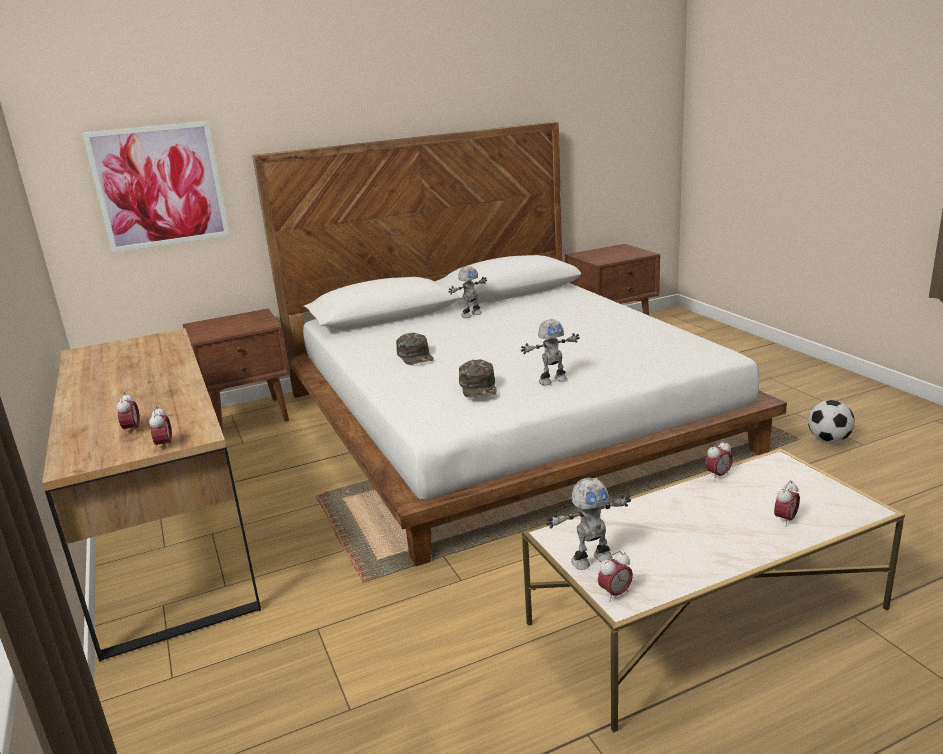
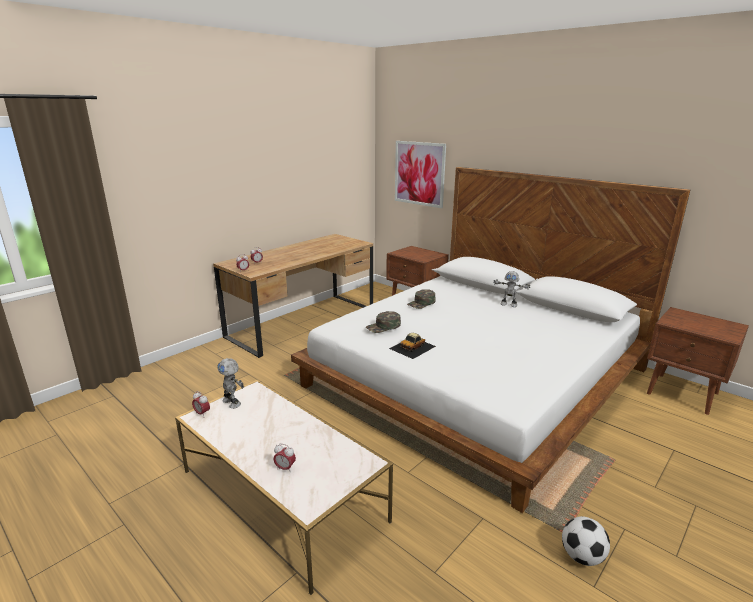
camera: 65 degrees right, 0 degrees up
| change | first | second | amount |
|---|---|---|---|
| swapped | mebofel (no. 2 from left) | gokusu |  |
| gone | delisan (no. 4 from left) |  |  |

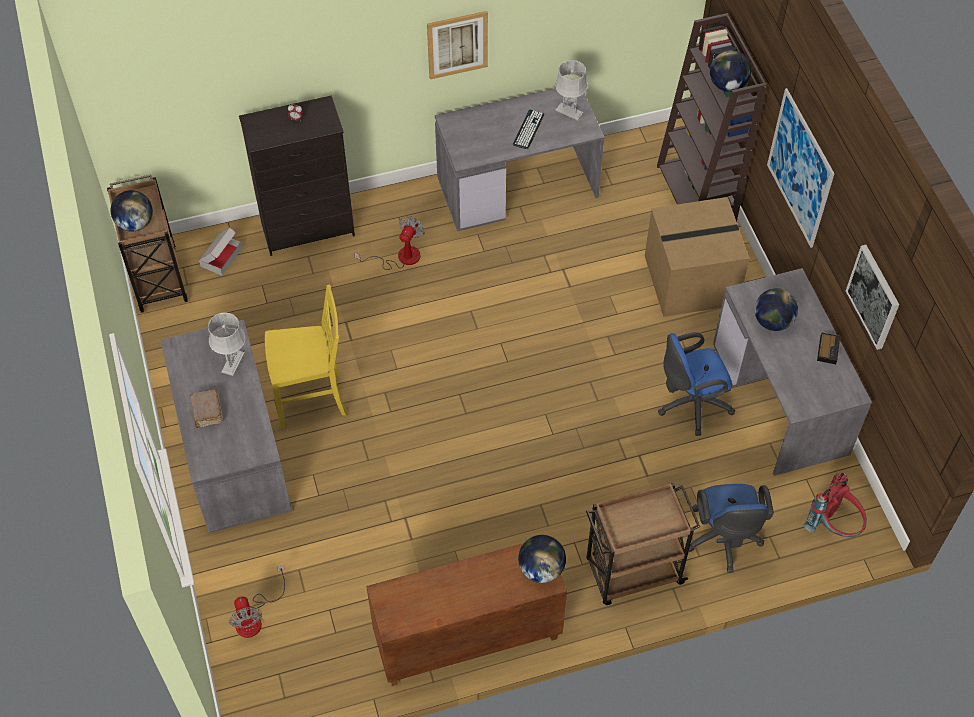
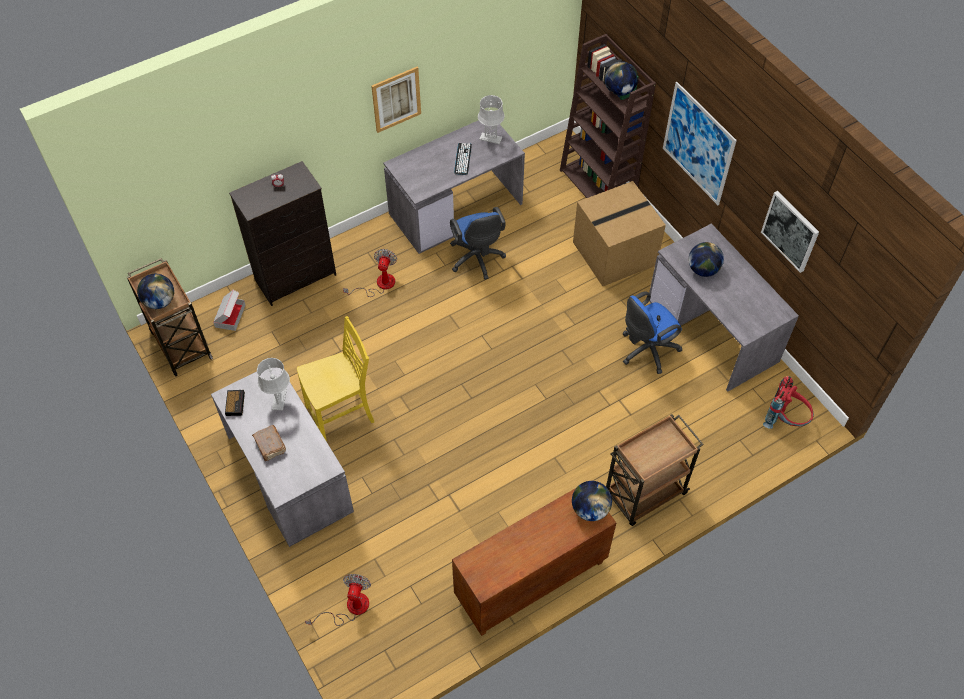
camera: 15 degrees left, 0 degrees up
| change | first | second | amount |
|---|---|---|---|
| rotated | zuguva (no. 1 from left) |  | 135 degrees counterclockwise |
| shifted | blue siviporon (no. 2 from left in the first image) | blue siviporon (no. 1 from left) |  |
| shifted | delisan (no. 2 from left in the first image) | delisan (no. 1 from left) |  |

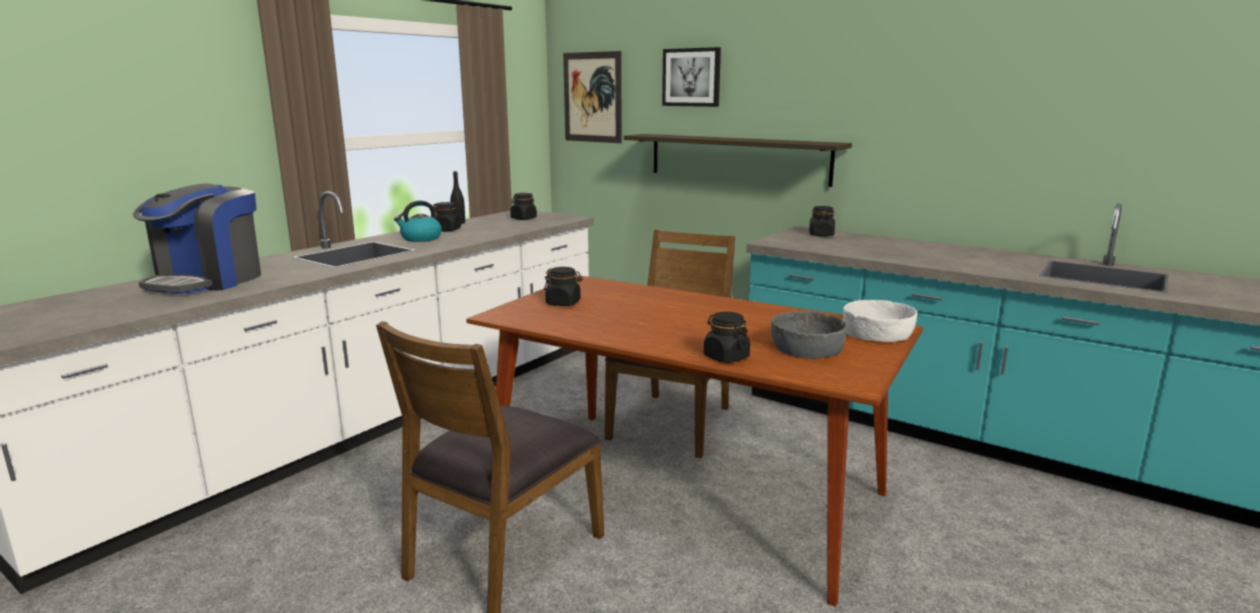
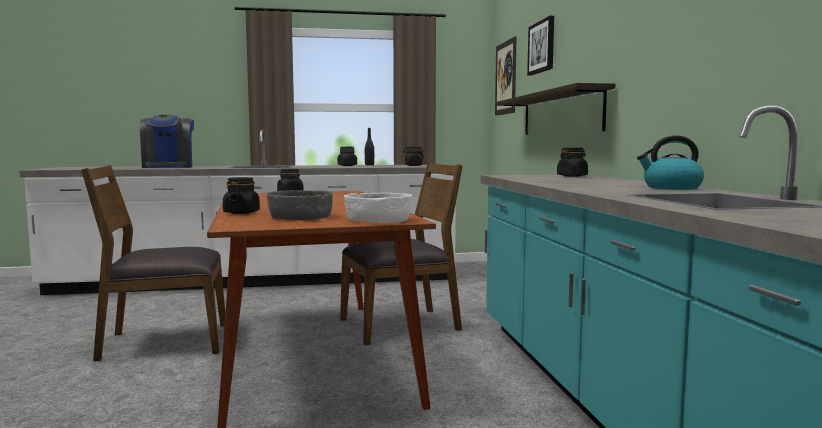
camera: 45 degrees right, 10 degrees down
| change | first | second | amount |
|---|---|---|---|
| rotated | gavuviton |  | 75 degrees counterclockwise |
| shifted | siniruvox |  |  |

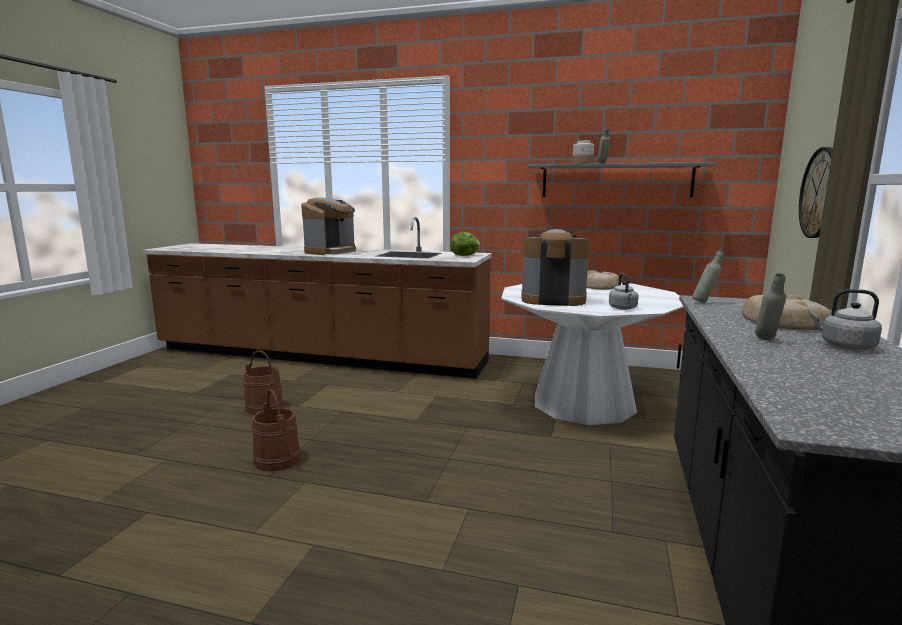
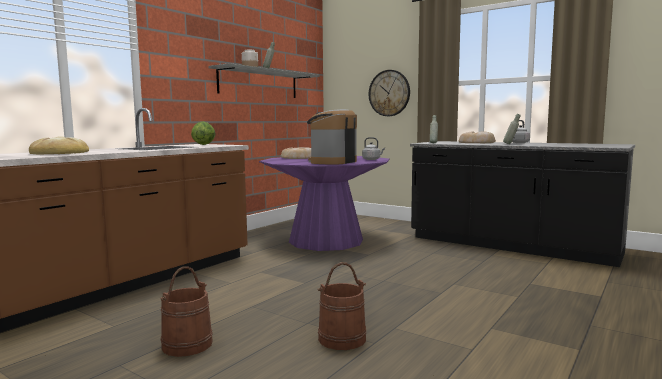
camera: 70 degrees left, 5 degrees down
| change | first | second | amount |
|---|---|---|---|
| swapped | gavuviton (no. 1 from left) | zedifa (no. 1 from left) |  |
| repainted | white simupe | purple simupe |  |

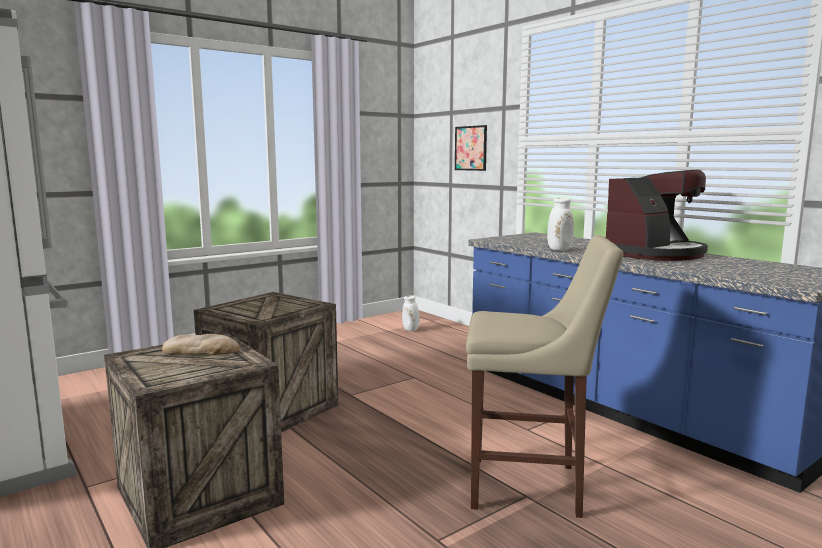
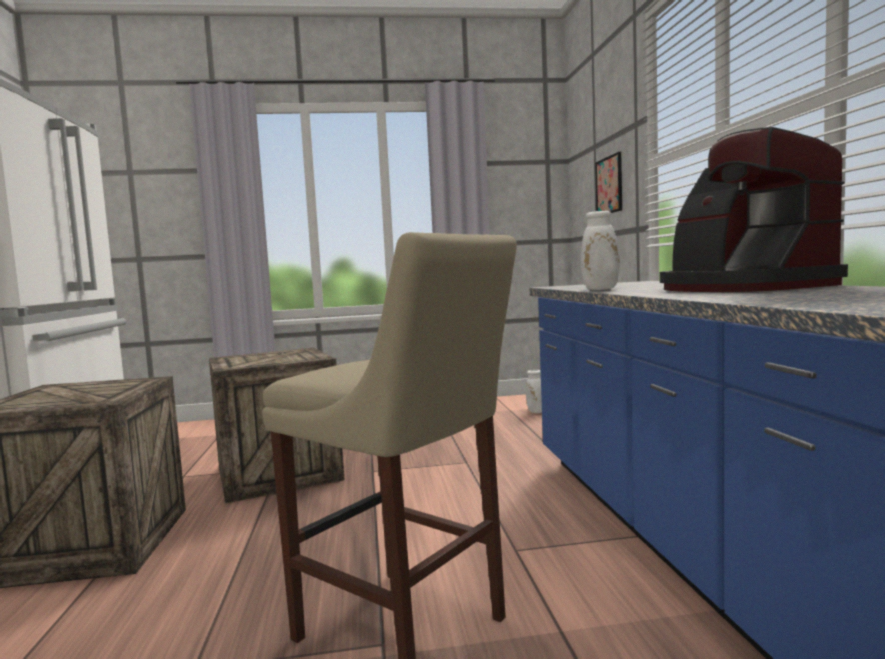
camera: 30 degrees right, 5 degrees down
| change | first | second | amount |
|---|---|---|---|
| gone | zedifa |  |  |
| rotated | gavuviton |  | 75 degrees clockwise |

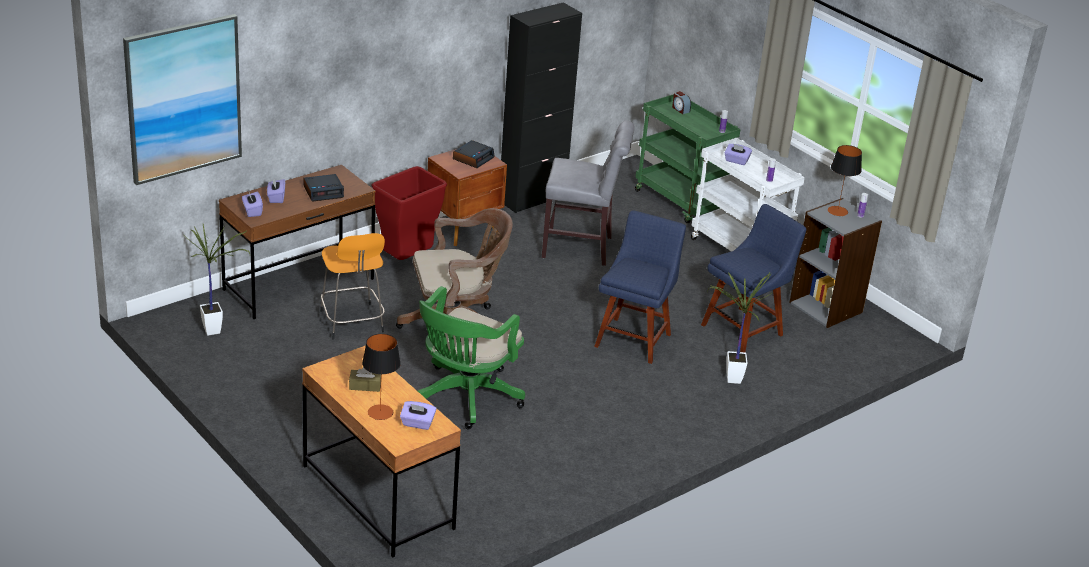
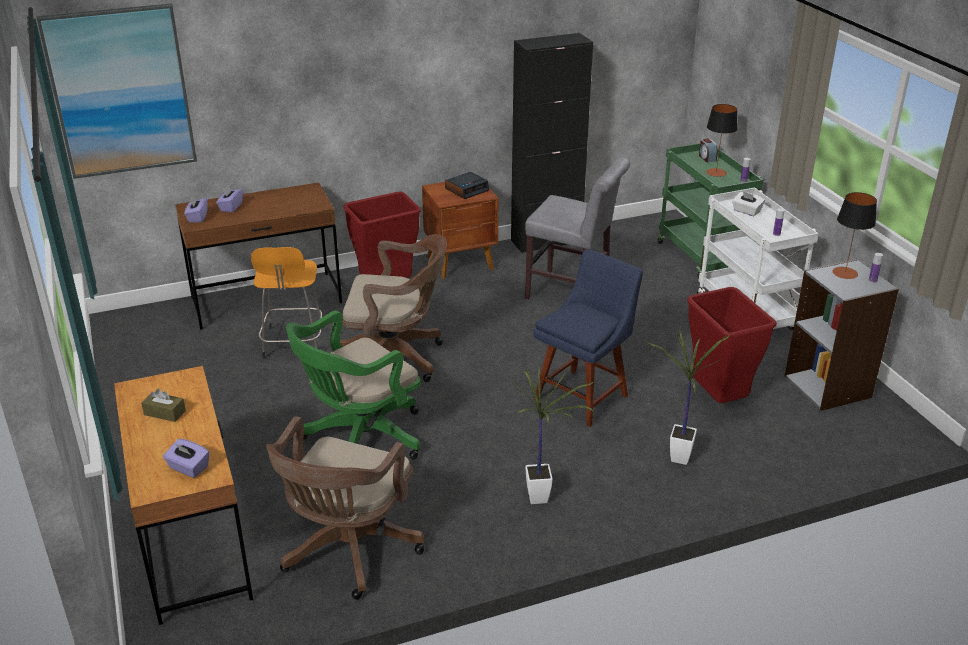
camera: 20 degrees right, 0 degrees up
| change | first | second | amount |
|---|---|---|---|
| shifted | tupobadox (no. 1 from left) |  |  |
| gone | delisan (no. 1 from left) |  |  |
| shifted | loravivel (no. 1 from left) |  |  |
| swapped | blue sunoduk (no. 2 from left) | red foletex (no. 2 from left) |  |
| repainted | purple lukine (no. 4 from left) | white lukine |  |
| new |  | brown siviporon (no. 1 from left) |  |

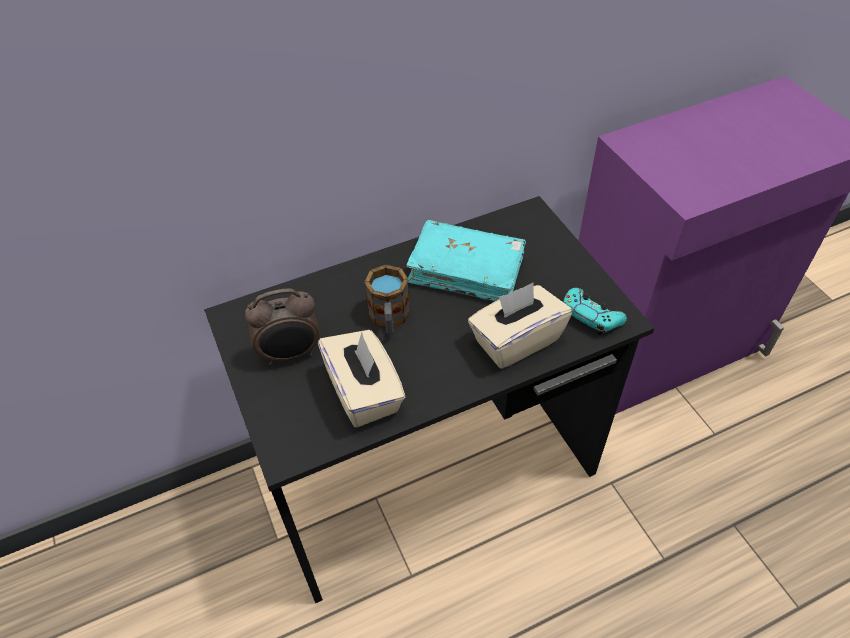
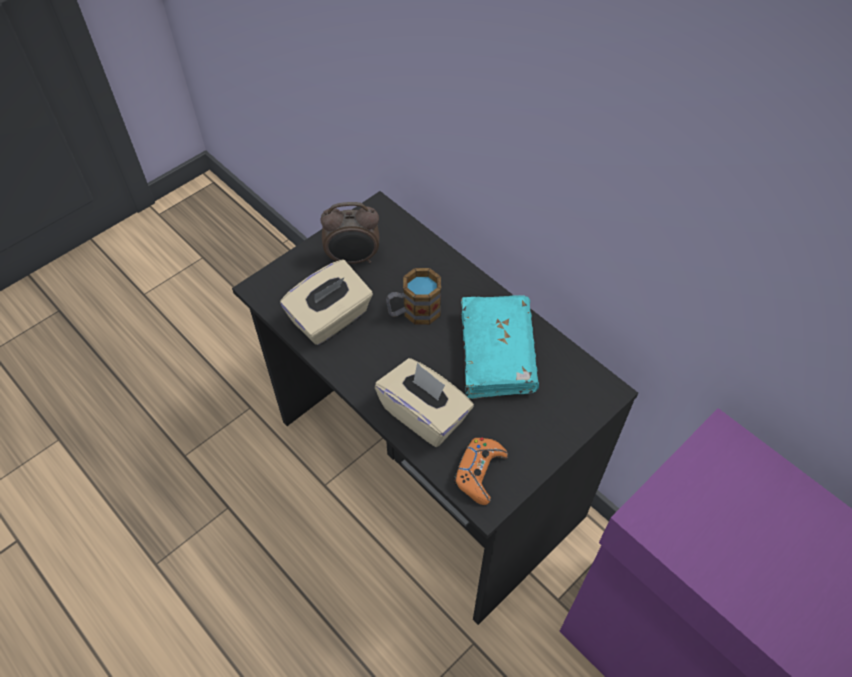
camera: 70 degrees right, 5 degrees up
| change | first | second | amount |
|---|---|---|---|
| rotated | delisan |  | 60 degrees counterclockwise |
| repainted | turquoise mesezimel | orange mesezimel |  |

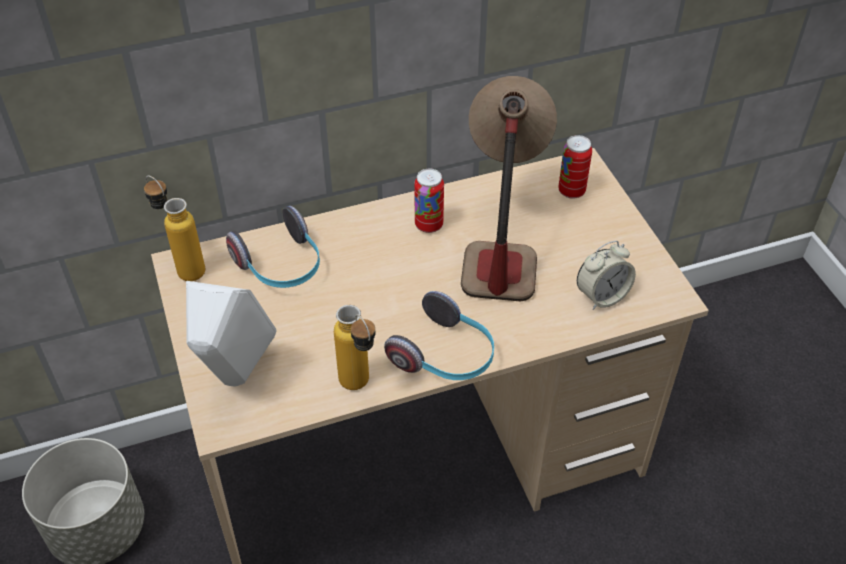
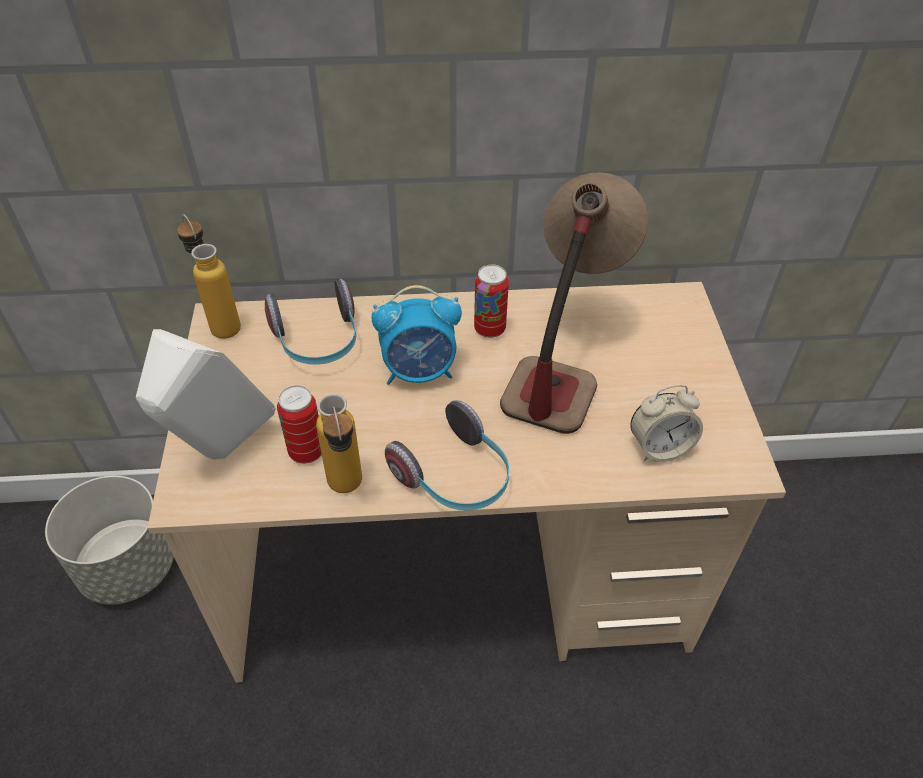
camera: 15 degrees right, 0 degrees up
| change | first | second | amount |
|---|---|---|---|
| shifted | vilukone (no. 2 from left in the first image) | vilukone (no. 1 from left) |  |
| new |  | delisan (no. 1 from left) |  |

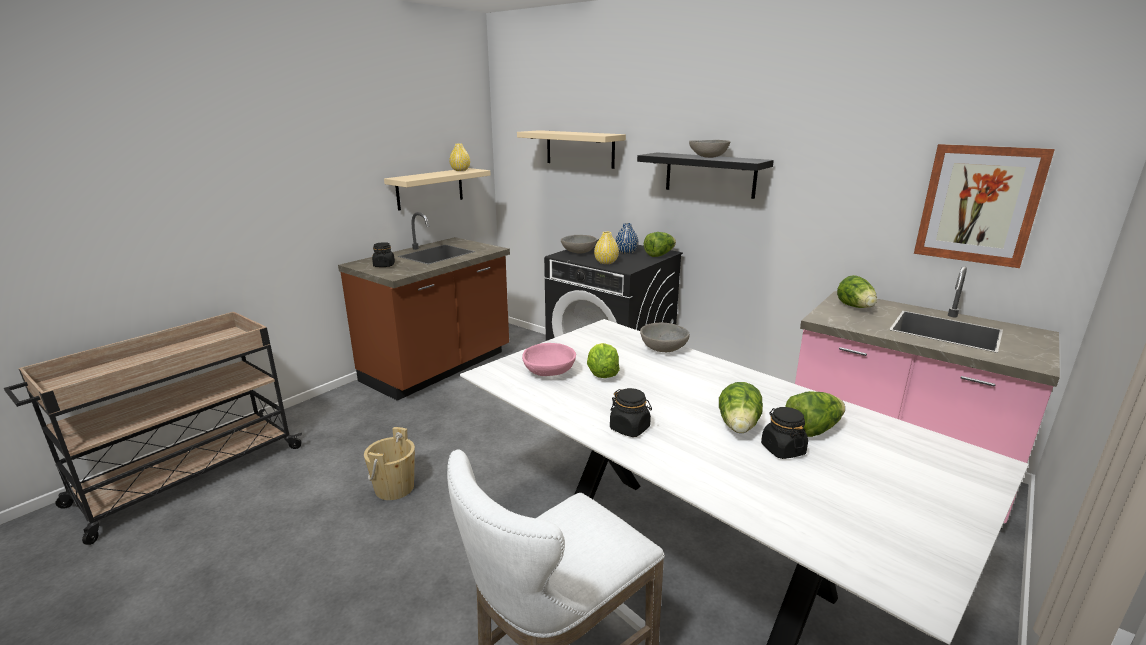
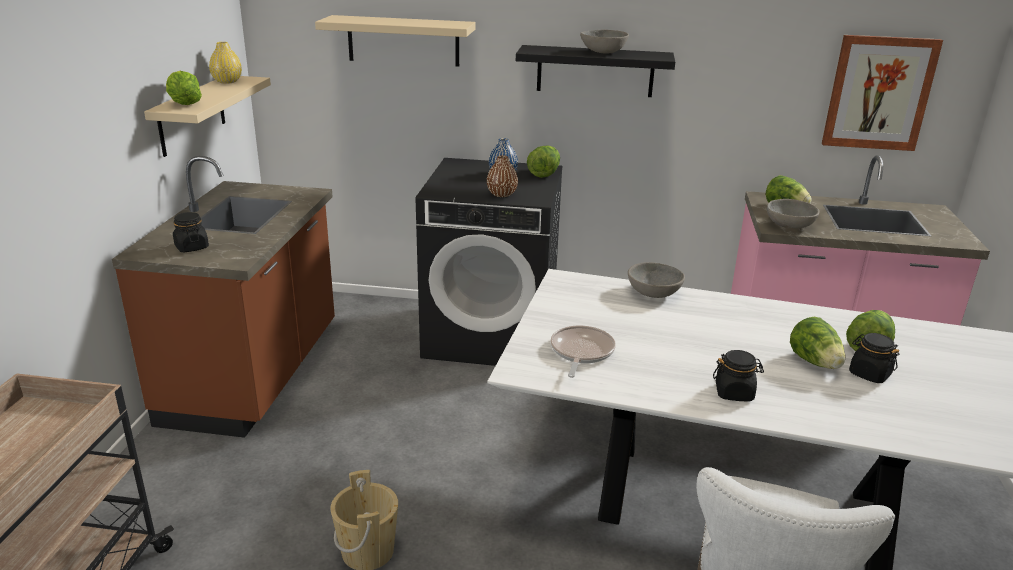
camera: 30 degrees left, 5 degrees up
| change | first | second | amount |
|---|---|---|---|
| swapped | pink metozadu | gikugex |  |
| shifted | grey metozadu (no. 1 from left in the first image) | grey metozadu (no. 3 from left) |  |
| shifted | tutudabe (no. 1 from left) |  |  |
| repainted | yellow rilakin (no. 2 from left) | brown rilakin |  |

